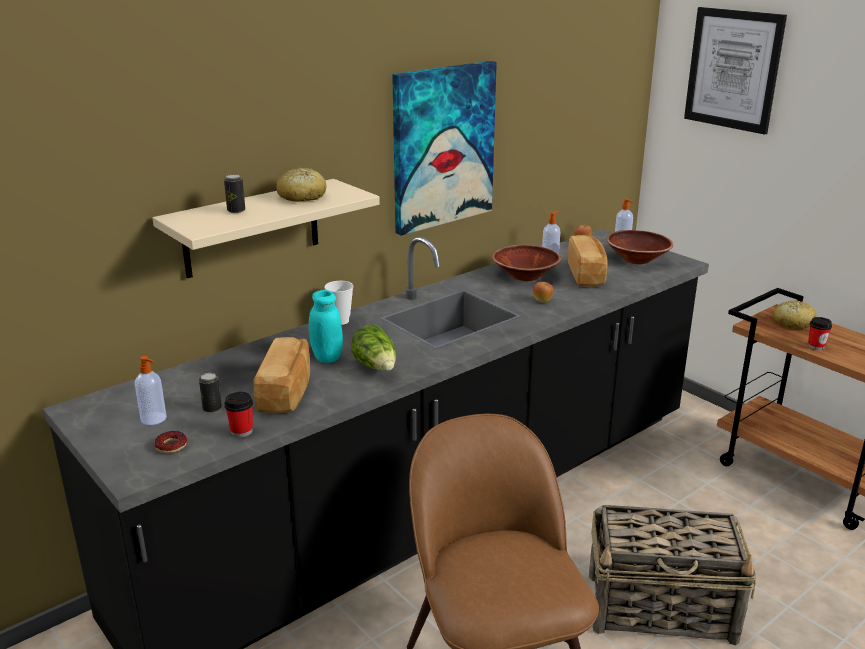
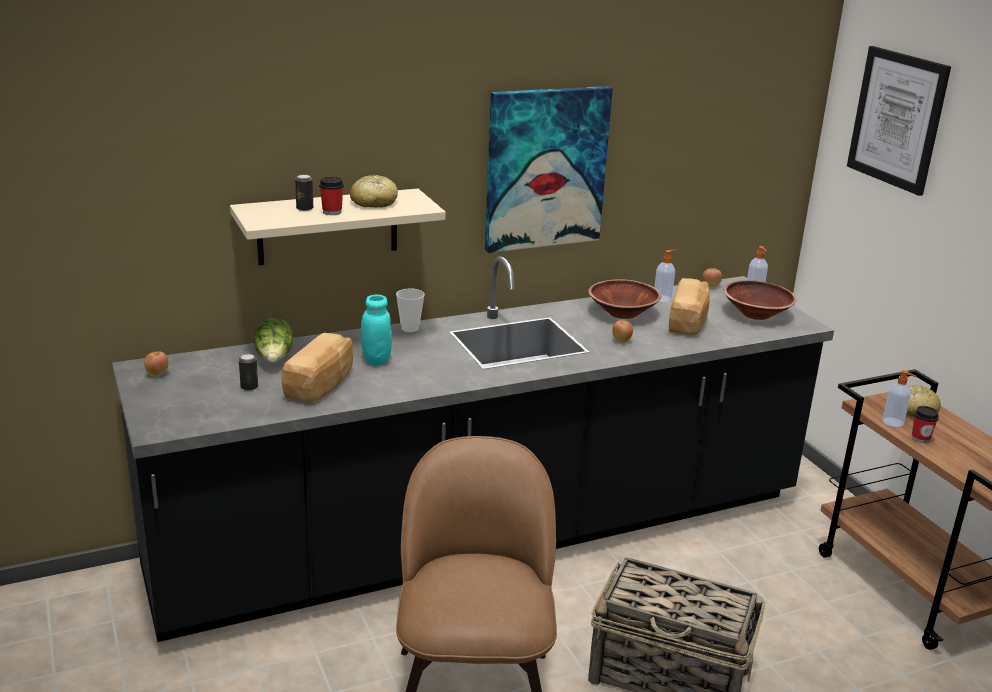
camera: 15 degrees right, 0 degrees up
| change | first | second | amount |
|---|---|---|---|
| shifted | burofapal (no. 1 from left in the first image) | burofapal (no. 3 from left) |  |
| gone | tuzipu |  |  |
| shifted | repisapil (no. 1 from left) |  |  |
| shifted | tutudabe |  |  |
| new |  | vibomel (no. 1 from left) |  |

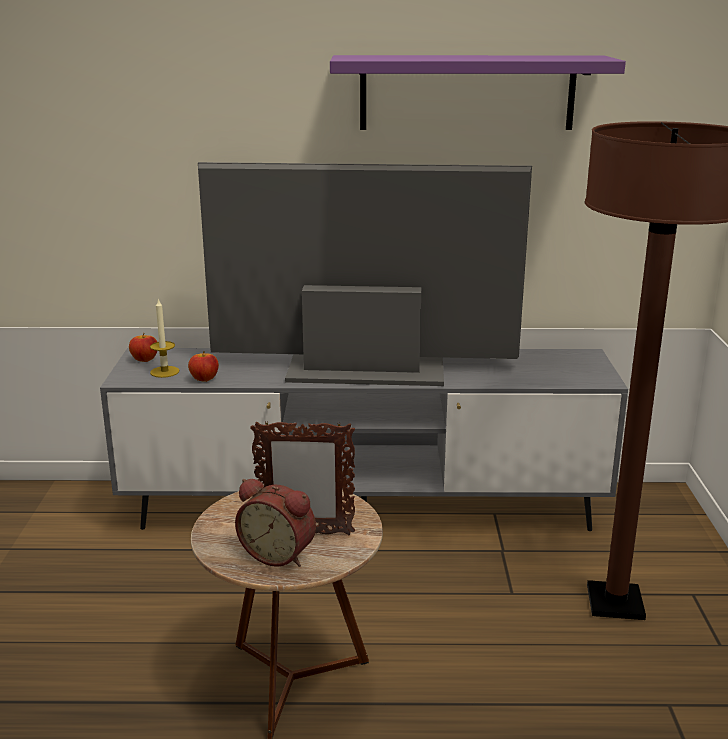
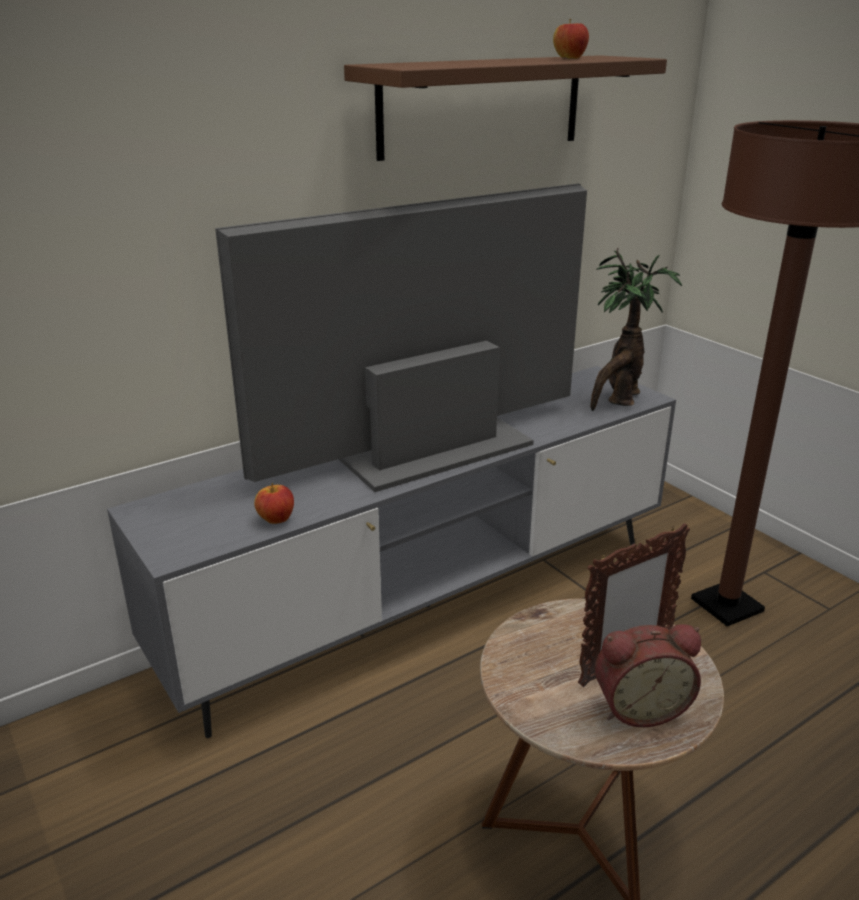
camera: 35 degrees left, 5 degrees up
| change | first | second | amount |
|---|---|---|---|
| shifted | vibomel (no. 1 from left in the first image) | vibomel (no. 2 from left) |  |
| gone | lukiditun |  |  |
| repainted | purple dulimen | brown dulimen |  |
| new |  | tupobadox |  |

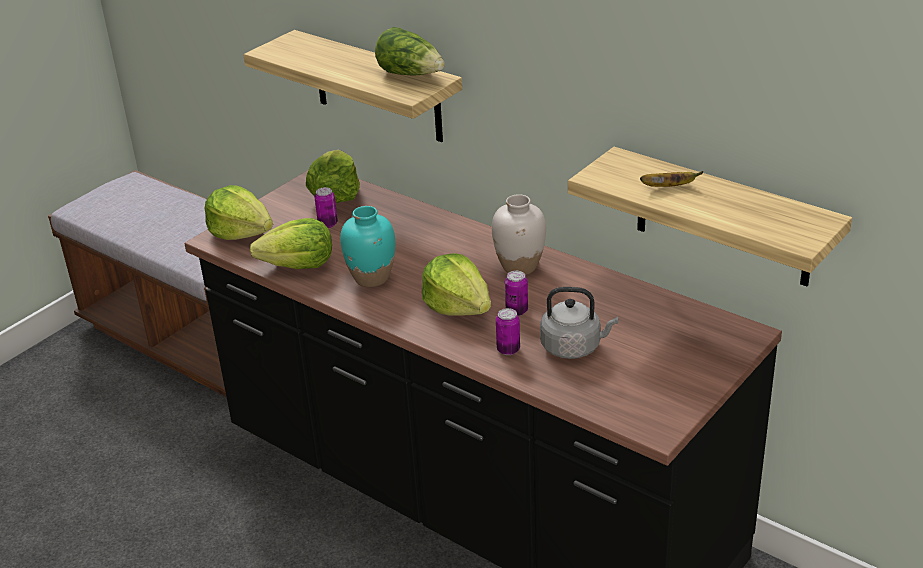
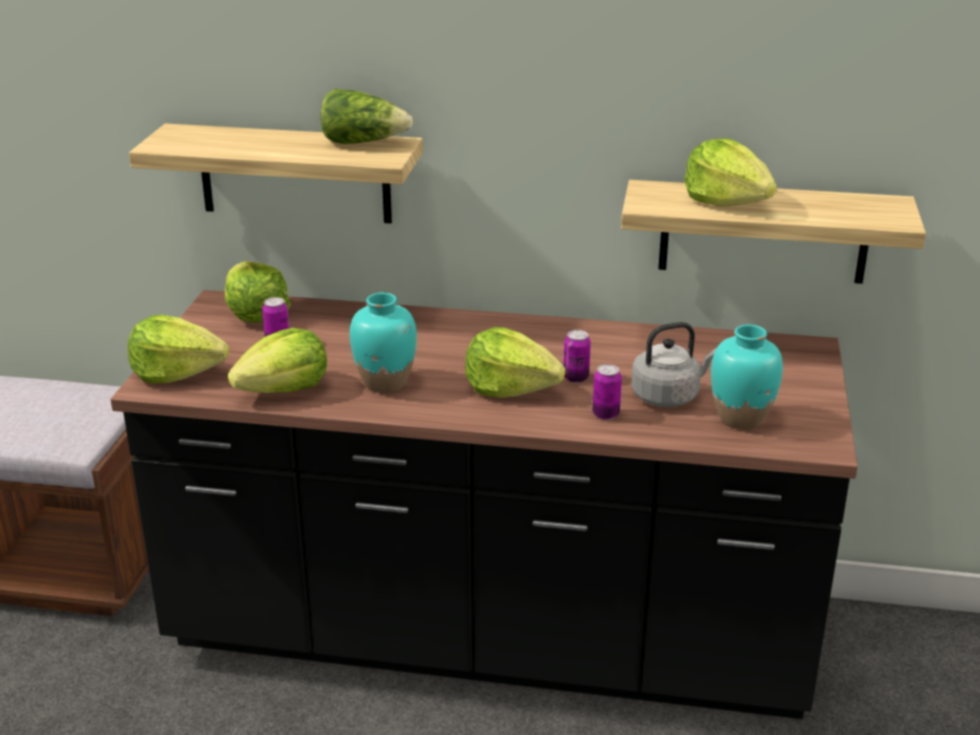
camera: 30 degrees left, 5 degrees down
| change | first | second | amount |
|---|---|---|---|
| gone | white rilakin |  |  |
| swapped | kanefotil | tutudabe (no. 6 from left) |  |
| new |  | turquoise rilakin (no. 2 from left) |  |

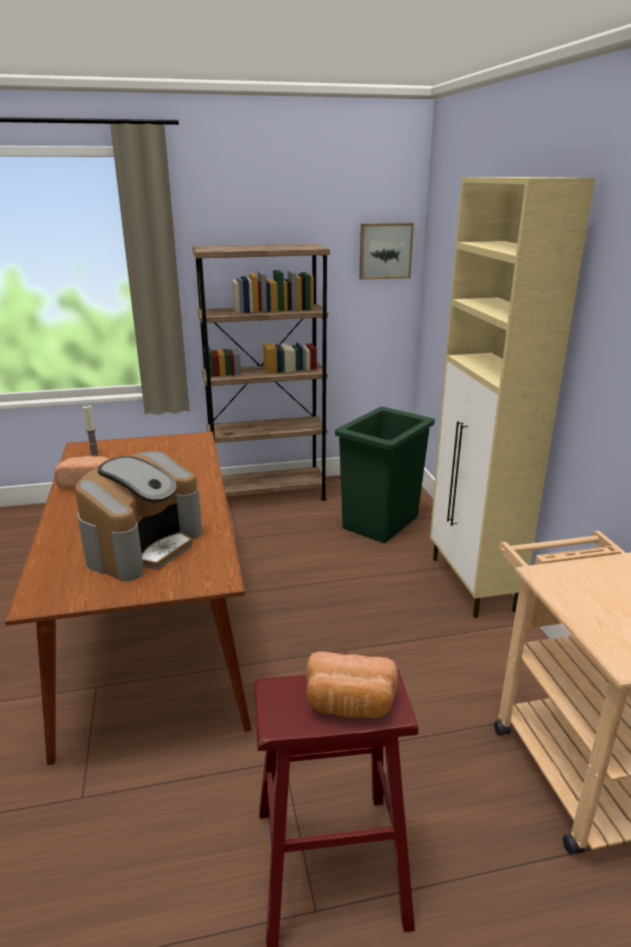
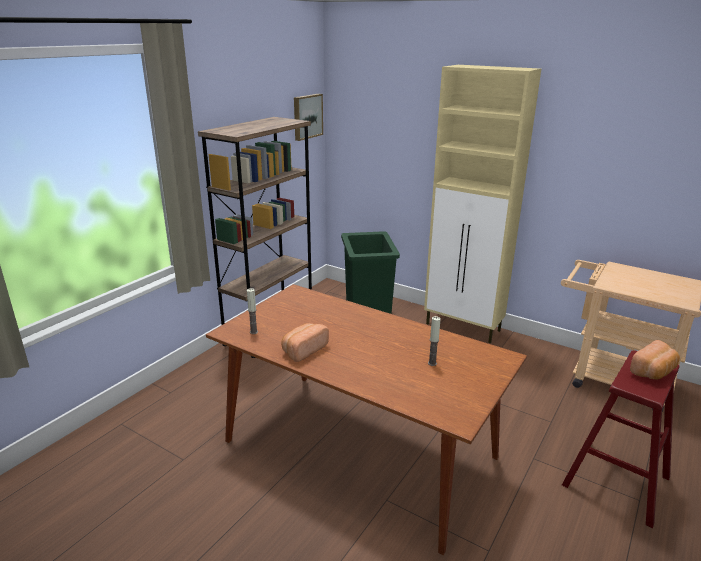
camera: 45 degrees left, 0 degrees up
| change | first | second | amount |
|---|---|---|---|
| swapped | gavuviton | lukiditun (no. 2 from left) |  |

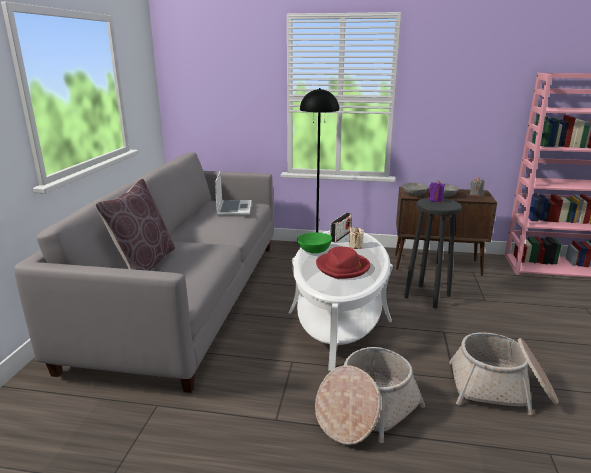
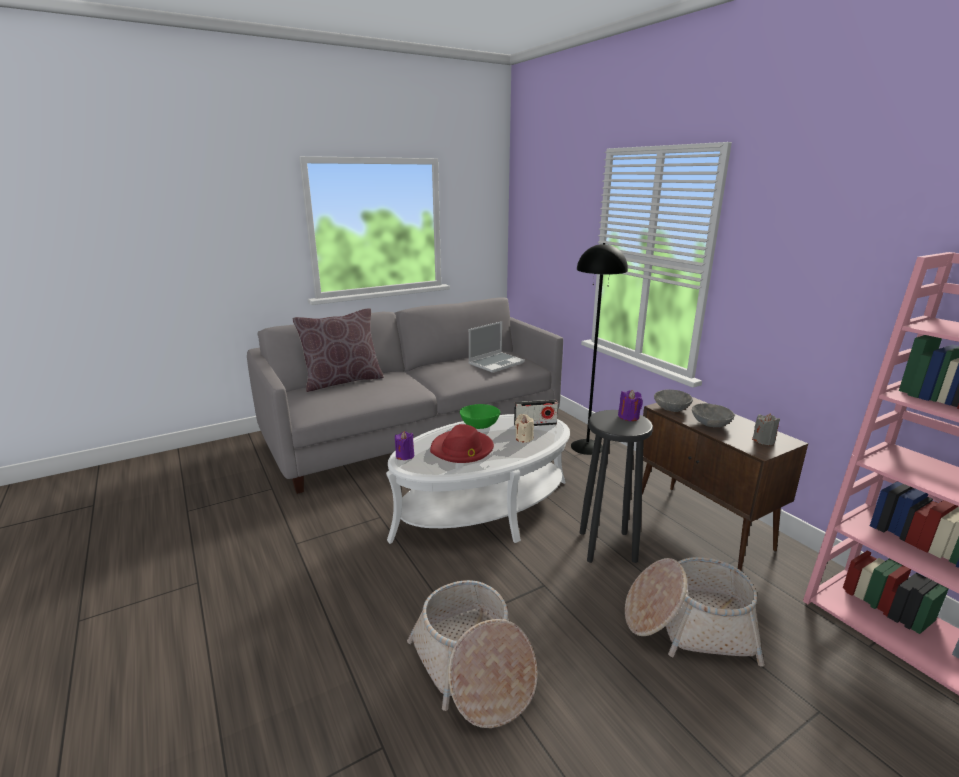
camera: 50 degrees right, 0 degrees up
| change | first | second | amount |
|---|---|---|---|
| shifted | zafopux (no. 1 from left in the first image) | zafopux (no. 2 from left) |  |
| new |  | purple lukiditun (no. 1 from left) |  |

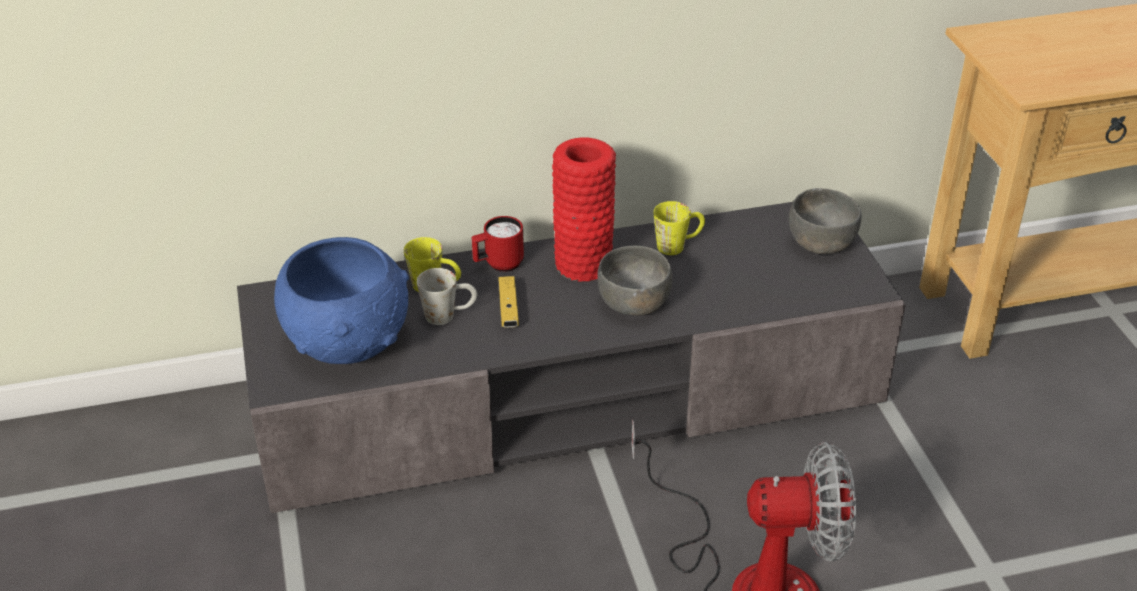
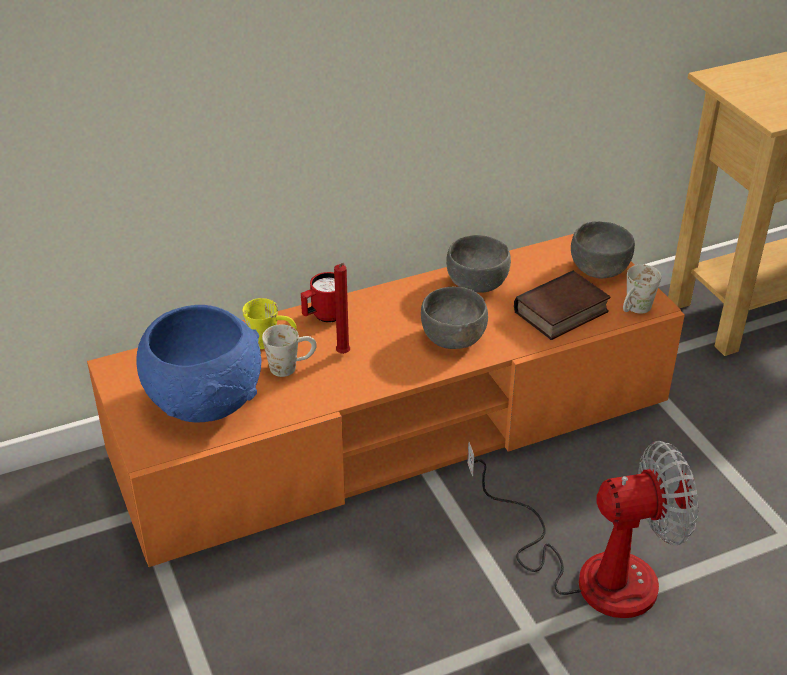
camera: 10 degrees left, 0 degrees up
| change | first | second | amount |
|---|---|---|---|
| repainted | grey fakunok | orange fakunok |  |
| swapped | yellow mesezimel | red lukiditun |  |
| gone | red rilakin |  |  |
| swapped | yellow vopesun (no. 2 from left) | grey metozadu (no. 2 from left) |  |
| new |  | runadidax |  |
| new |  | white vopesun (no. 2 from left) |  |

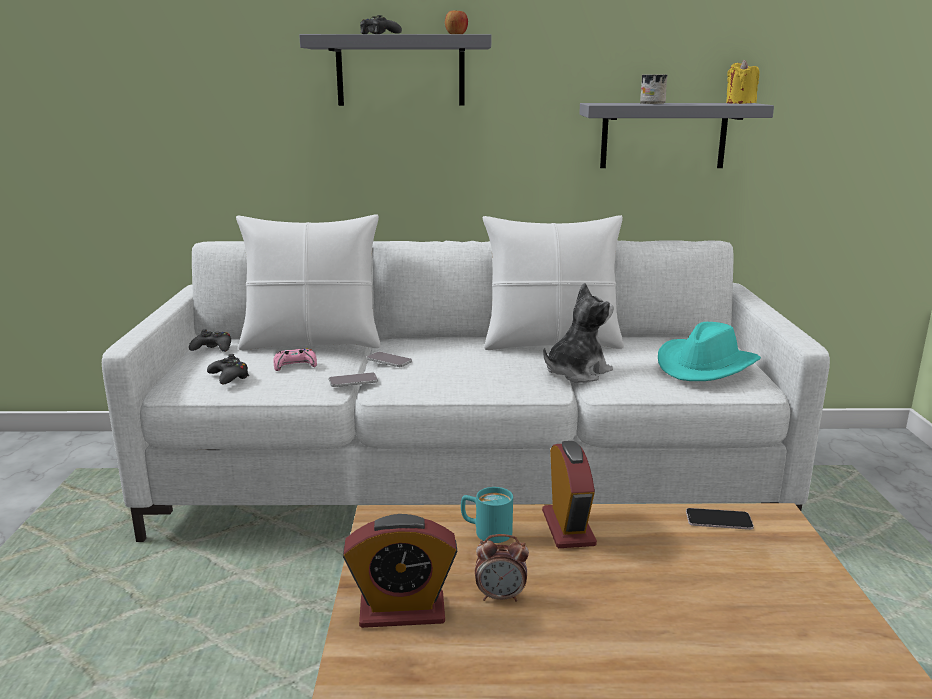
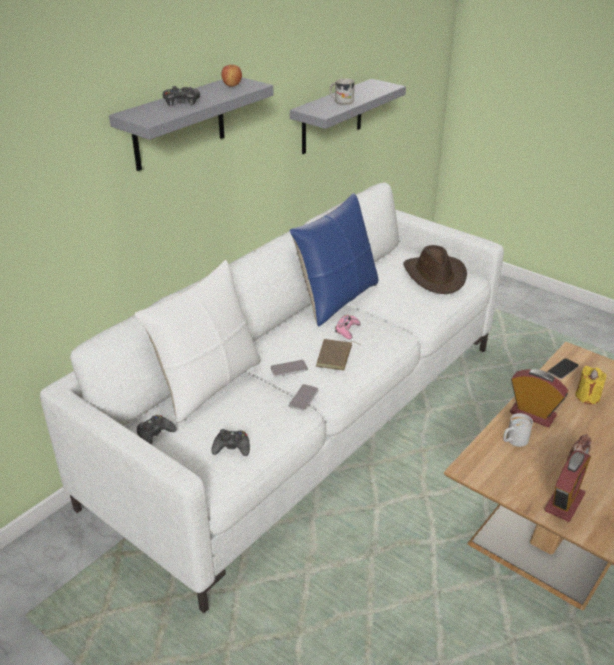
camera: 50 degrees left, 15 degrees up
| change | first | second | amount |
|---|---|---|---|
| shifted | pink mesezimel |  |  |
| repainted | turquoise vopesun | white vopesun (no. 2 from left) |  |
| repainted | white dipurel (no. 2 from left) | blue dipurel |  |
| gone | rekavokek |  |  |
| repainted | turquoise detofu | brown detofu |  |
| shifted | yellow lukiditun |  |  |
| new |  | brown runadidax |  |

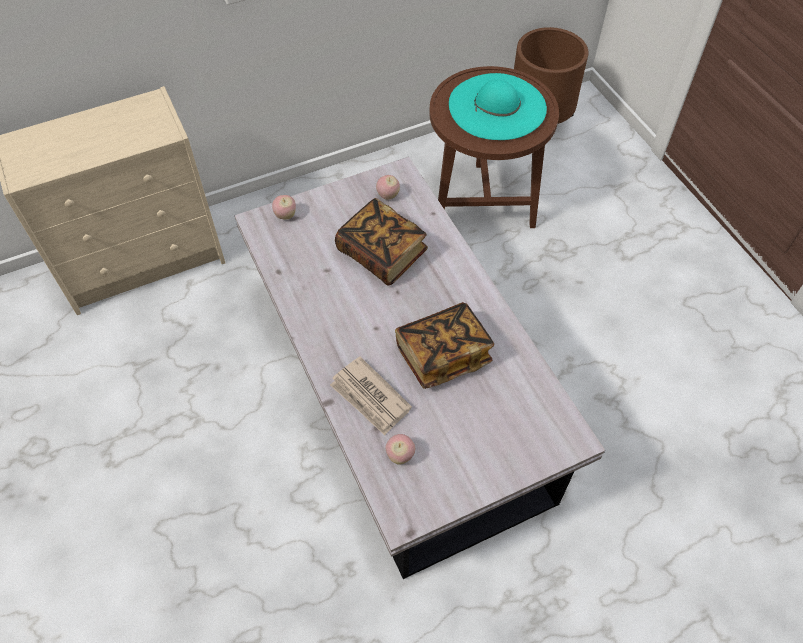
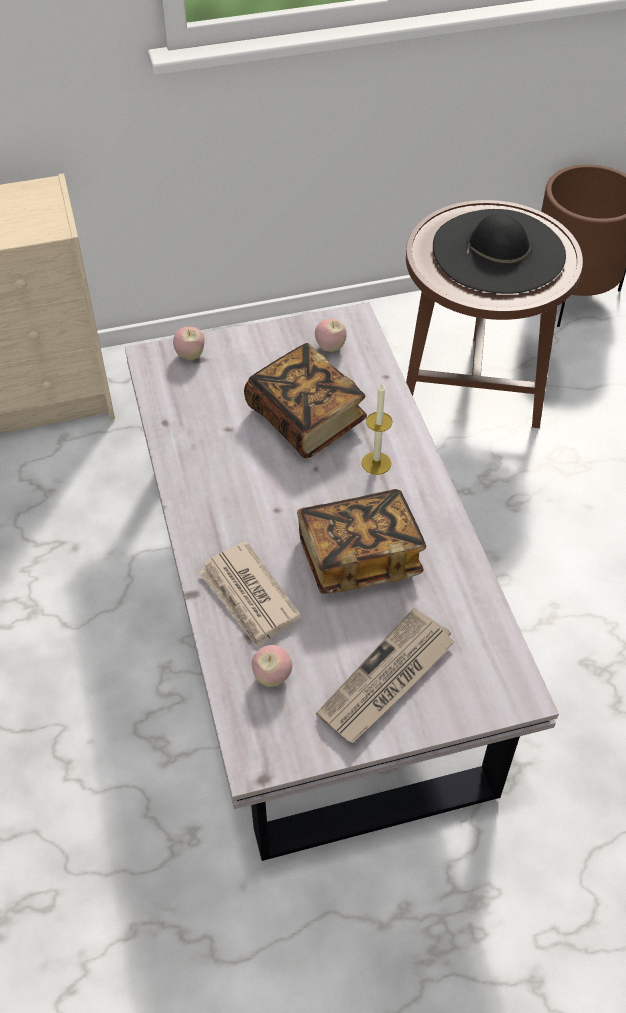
camera: 10 degrees right, 5 degrees down
| change | first | second | amount |
|---|---|---|---|
| repainted | turquoise detofu | black detofu |  |
| new |  | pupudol (no. 2 from left) |  |
| new |  | lukiditun |  |

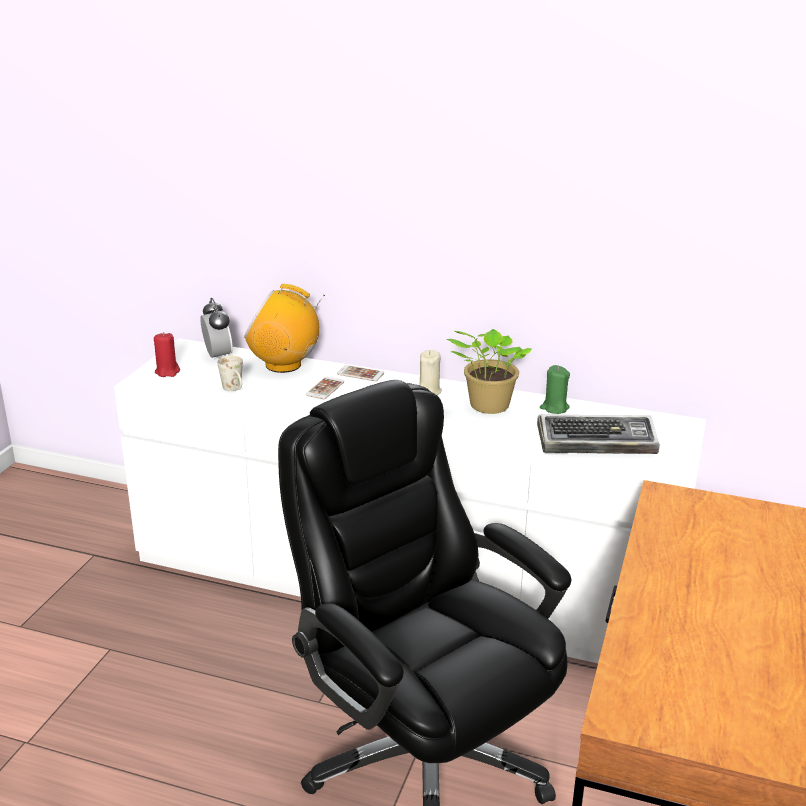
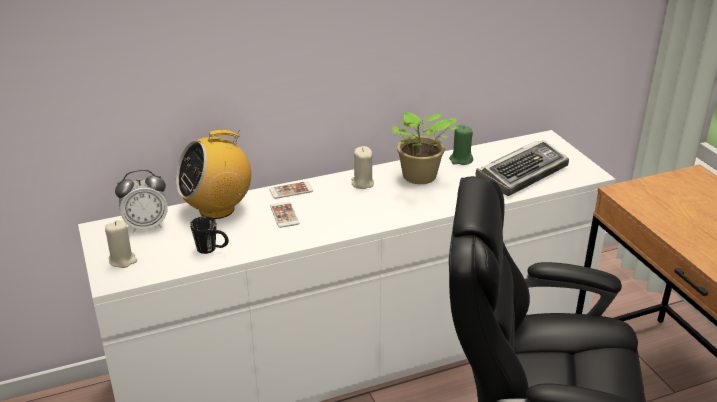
camera: 40 degrees left, 5 degrees up
| change | first | second | amount |
|---|---|---|---|
| repainted | red lukiditun | beige lukiditun (no. 1 from left) |  |
| rotated | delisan |  | 135 degrees clockwise |
| repainted | white vopesun | black vopesun |  |

